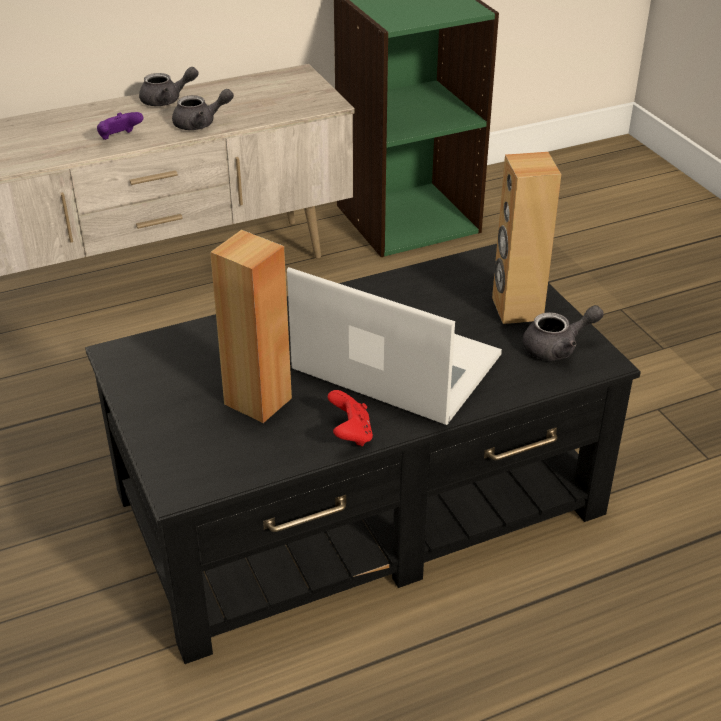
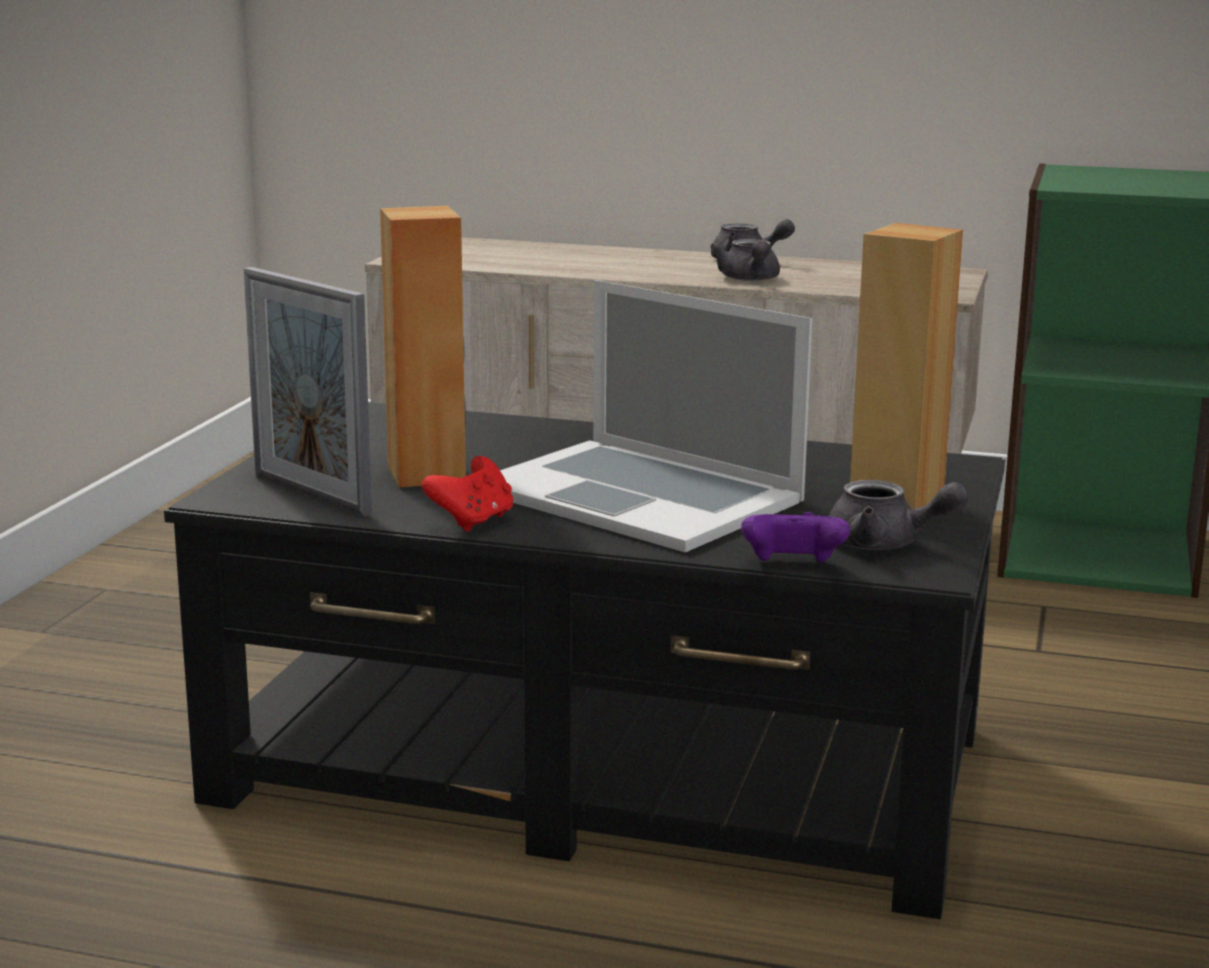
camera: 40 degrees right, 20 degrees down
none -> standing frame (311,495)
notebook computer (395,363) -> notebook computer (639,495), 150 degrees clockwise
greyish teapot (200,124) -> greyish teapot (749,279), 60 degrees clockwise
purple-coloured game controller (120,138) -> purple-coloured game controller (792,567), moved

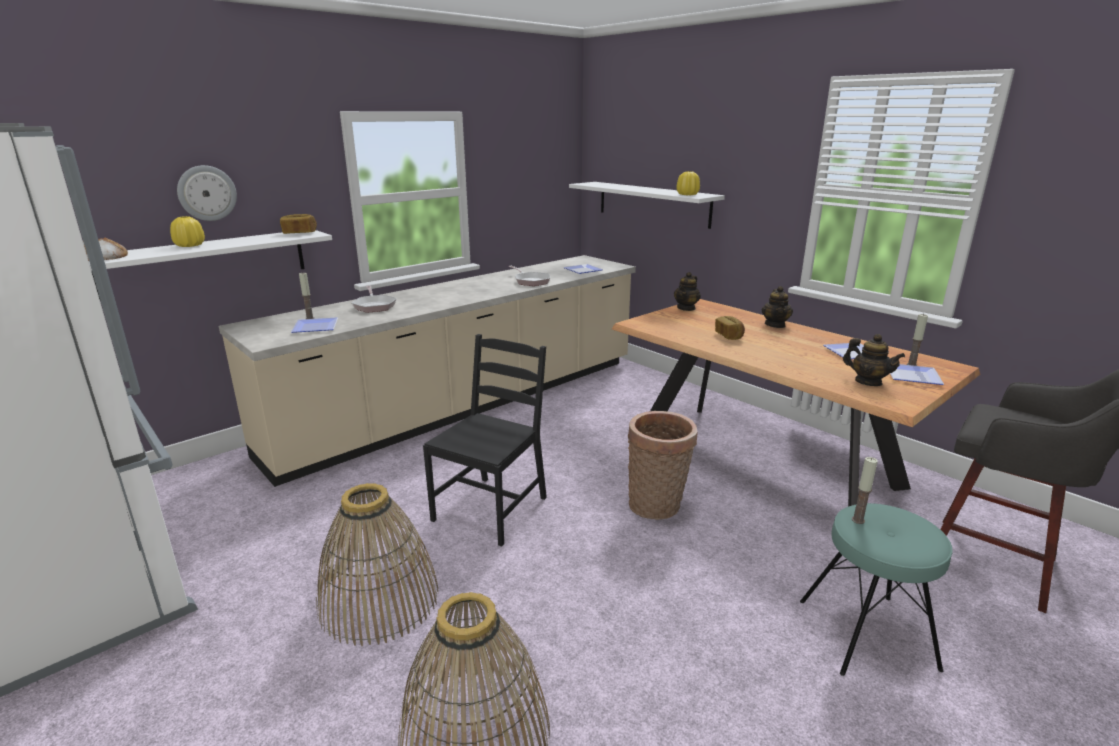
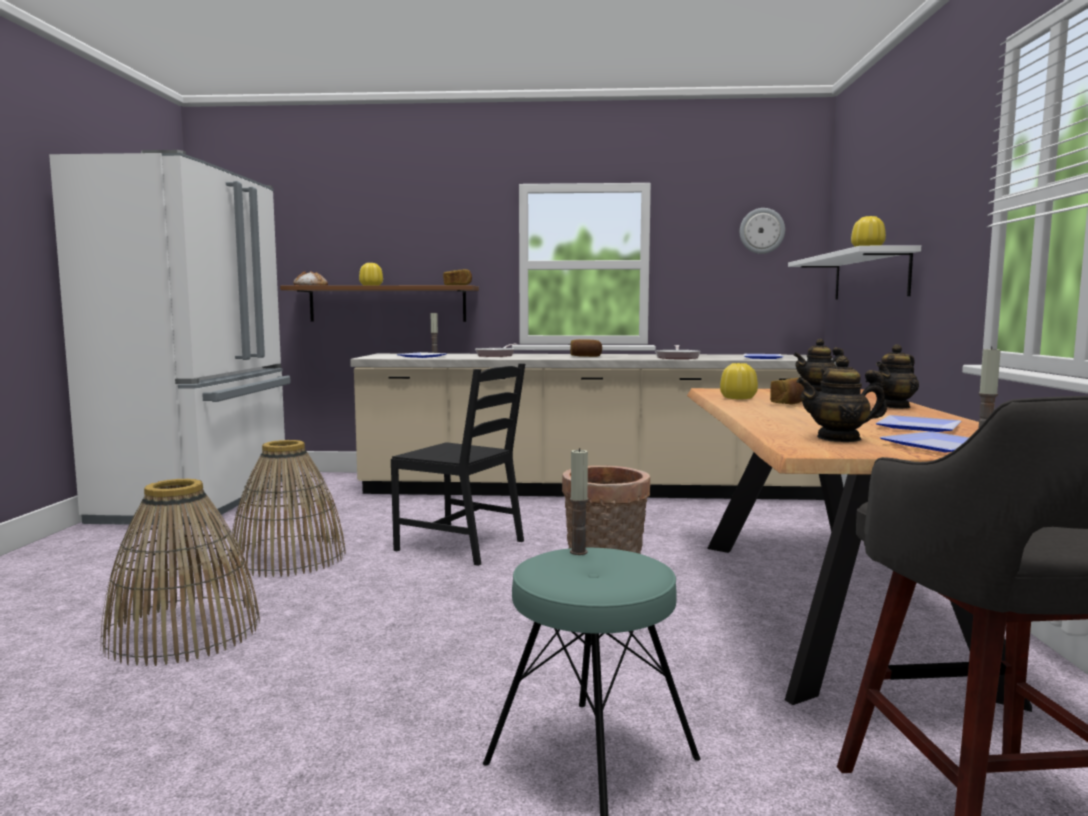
camera: 45 degrees right, 15 degrees down
white shelf (205,262) -> brown shelf (387,304)
black-coloured upright chair (491,508) -> black-coloured upright chair (462,545), 45 degrees clockwise
none -> baked bread (585,356)
none -> yellow decorative vase (738,398)
hanging clock (207,193) -> hanging clock (761,231), moved
teapot (868,382) -> teapot (839,438), 90 degrees clockwise

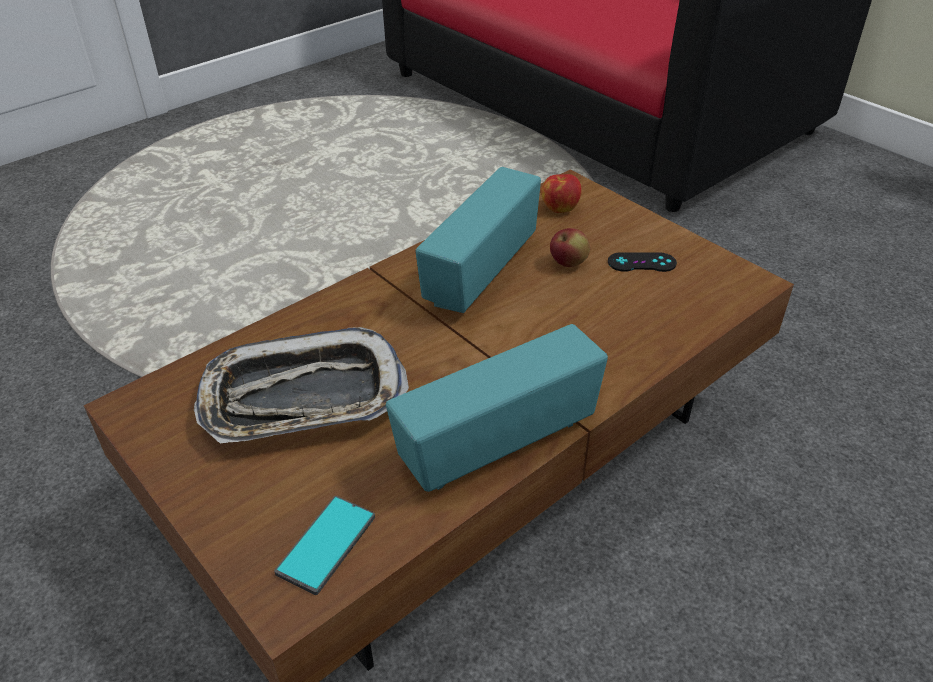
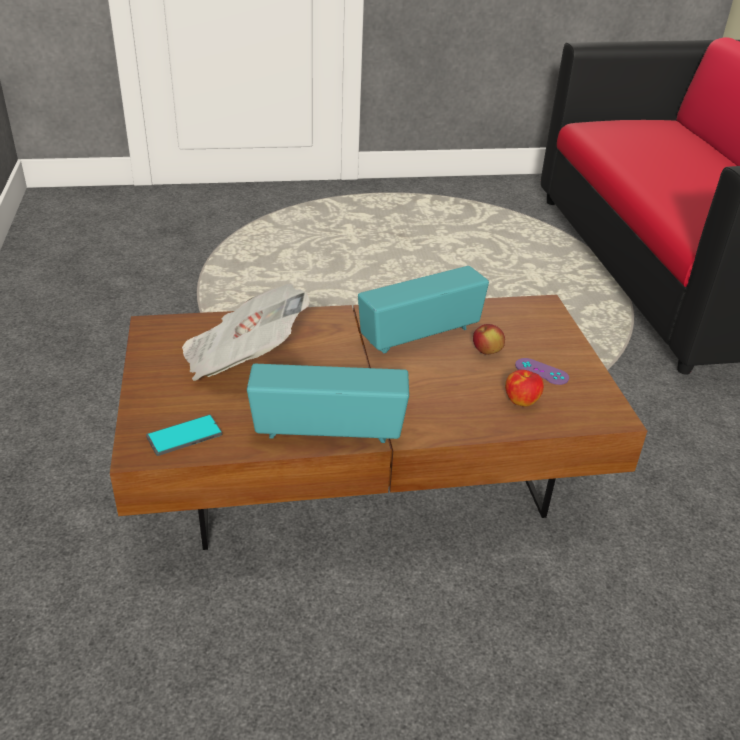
camera: 30 degrees right, 5 degrees down
tray (302,397) -> daily paper (243,359)
apple (559,208) -> apple (521,400), moved
black-coloured game controller (641,262) -> purple-coloured game controller (541,371)

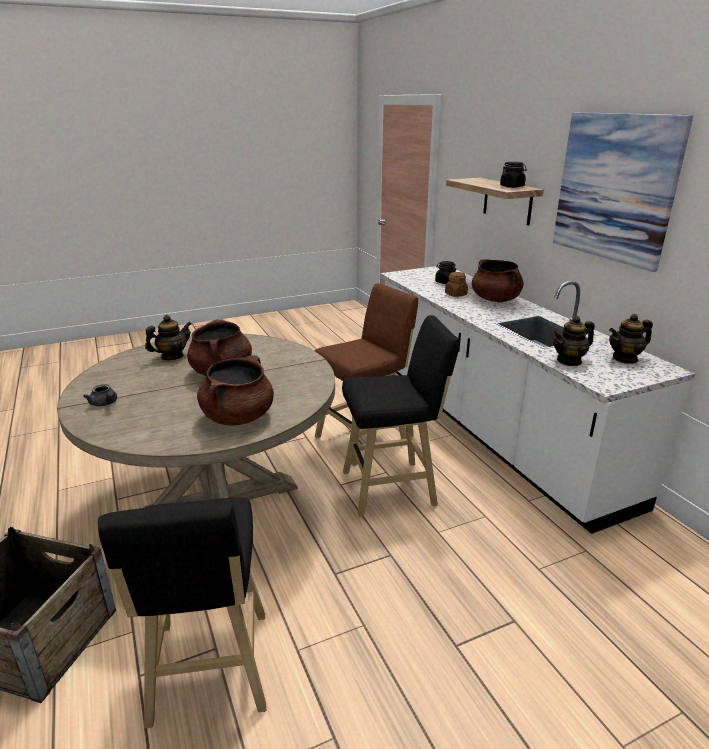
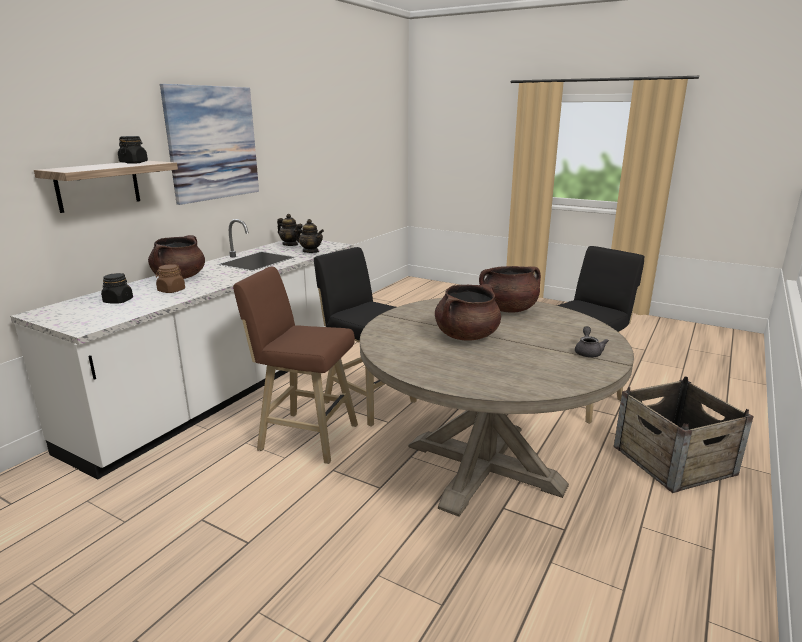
camera: 125 degrees left, 5 degrees down
teapot (172,356) -> none

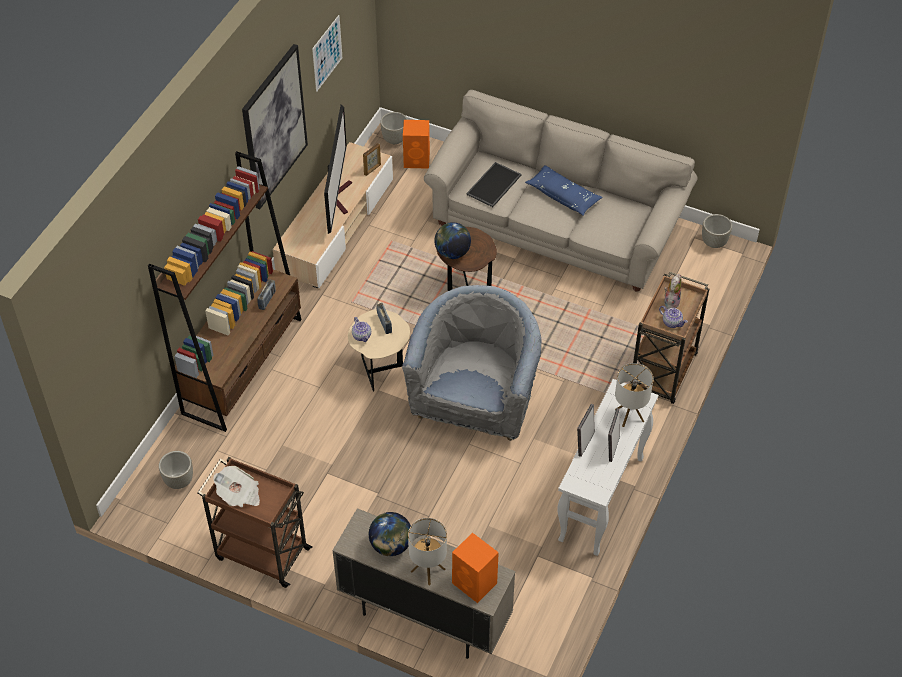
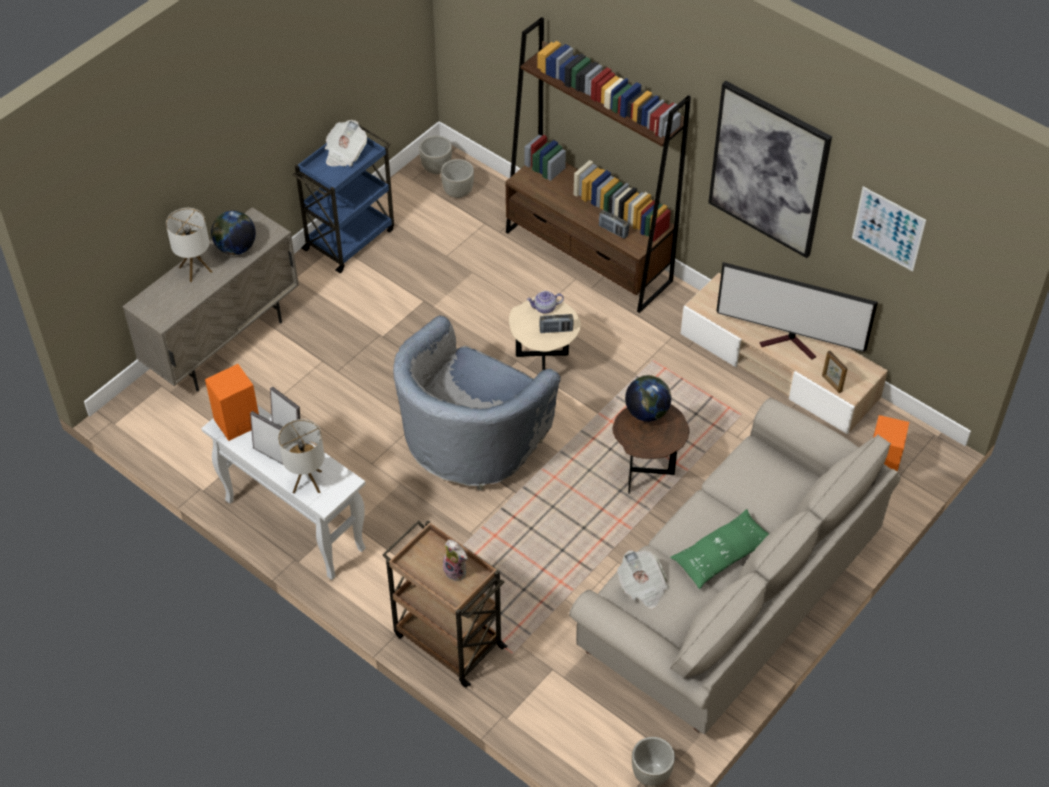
camera: 105 degrees right, 0 degrees up
orangey speaker (475,584) -> orangey speaker (236,423), moved
brown wheeled cart (261,553) -> bluish wheeled cart (350,238)
greyish lounge chair (475,401) -> greyish lounge chair (471,443), 90 degrees clockwise
greyish planter (395,139) -> greyish planter (436,168), moved
none -> daily paper (642,587)
bluish pillow (563,195) -> greenish pillow (722,555)
tray (494,185) -> none
teapot (672,322) -> none

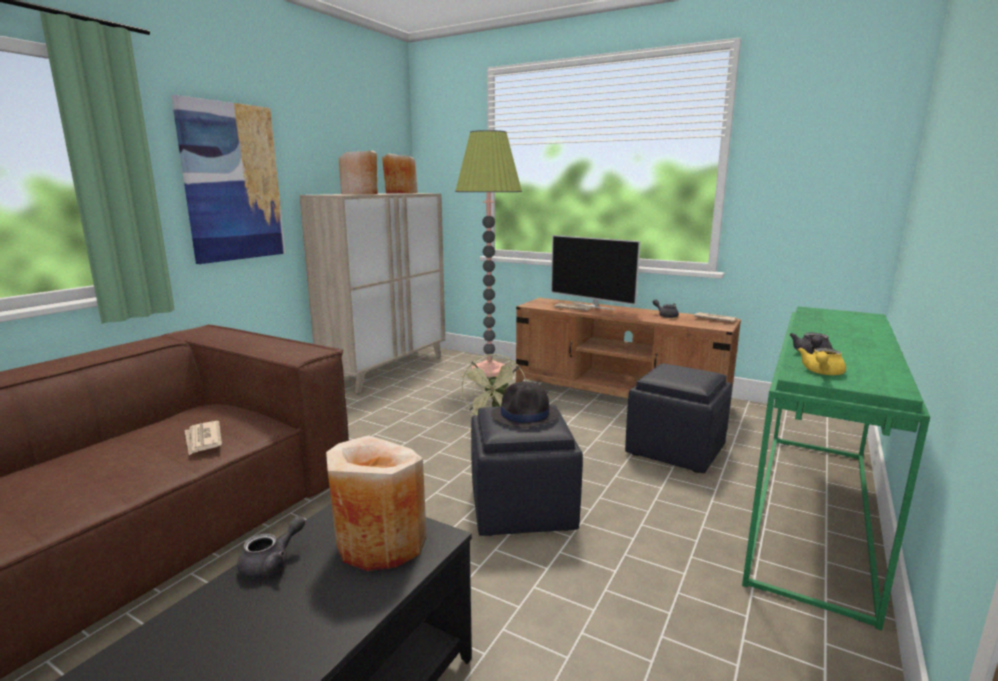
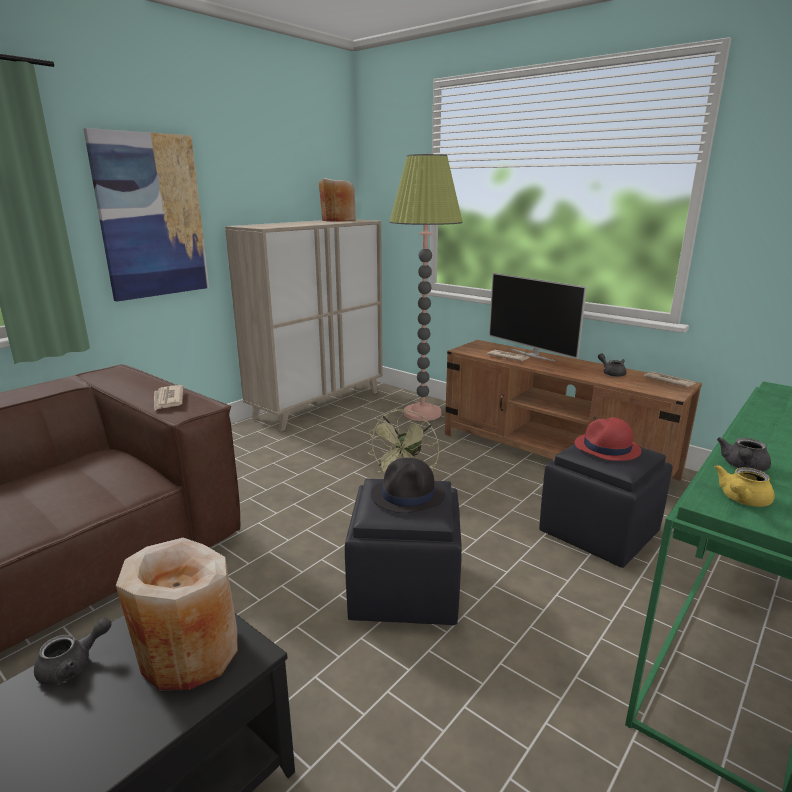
camera: 10 degrees right, 5 degrees up
daily paper (203,440) -> daily paper (168,400), moved
none -> reddish clothing hat (607,448)
beige decorative vase (360,194) -> none

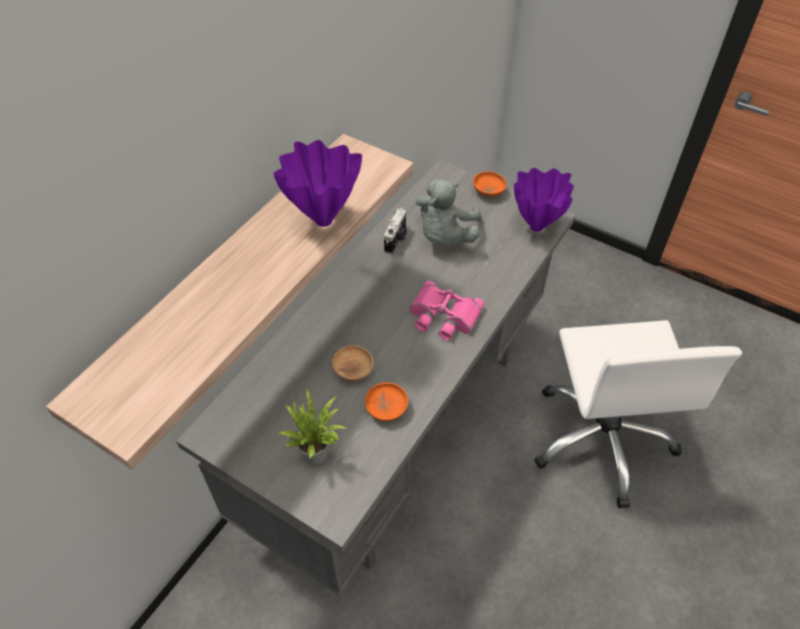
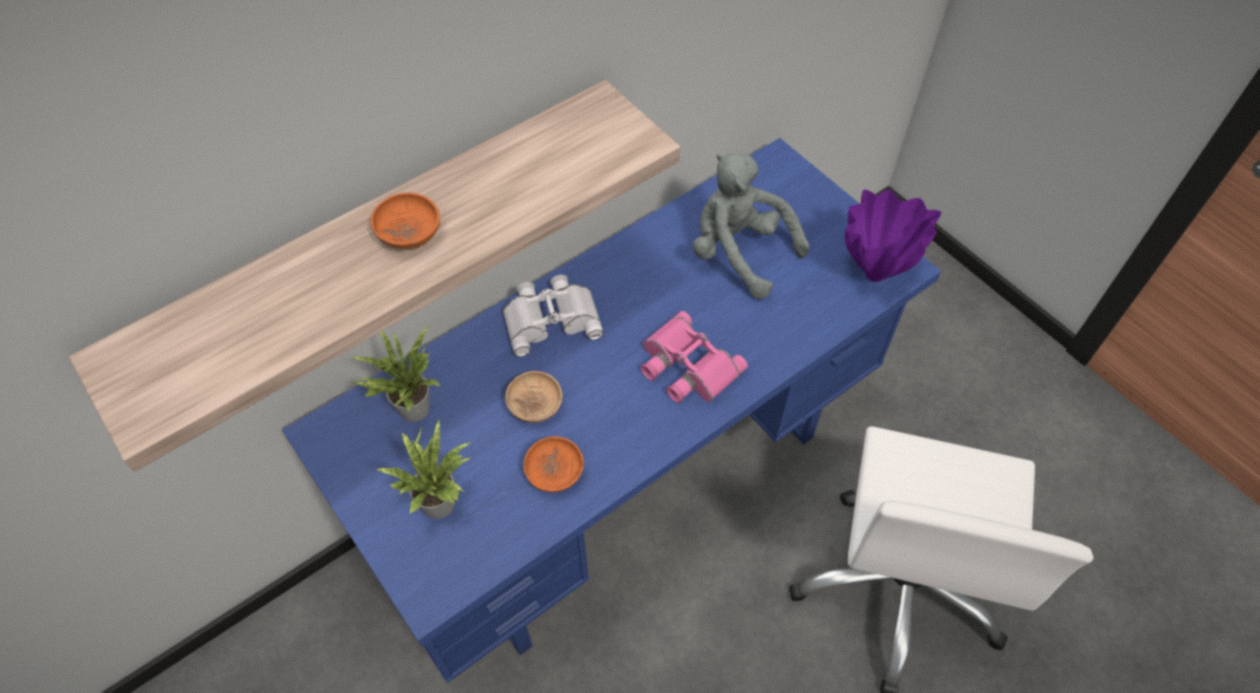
camera: 20 degrees right, 5 degrees up
greyish desk table (399,426) -> bluish desk table (630,481)
none -> plant in a pot (410,407)
orangey deep dish (488,191) -> orangey deep dish (409,234), moved
none -> white binoculars (551,318)
greyish plush toy (445,236) -> greyish plush toy (739,253), 90 degrees clockwise
purple-coloured decorative vase (322,221) -> none
photo camera (396,240) -> none

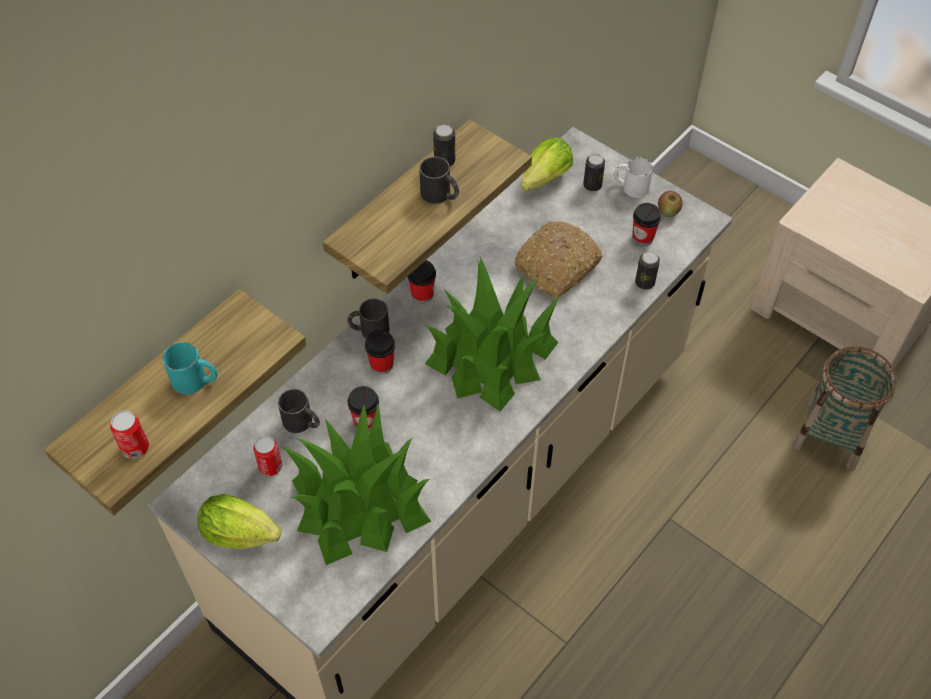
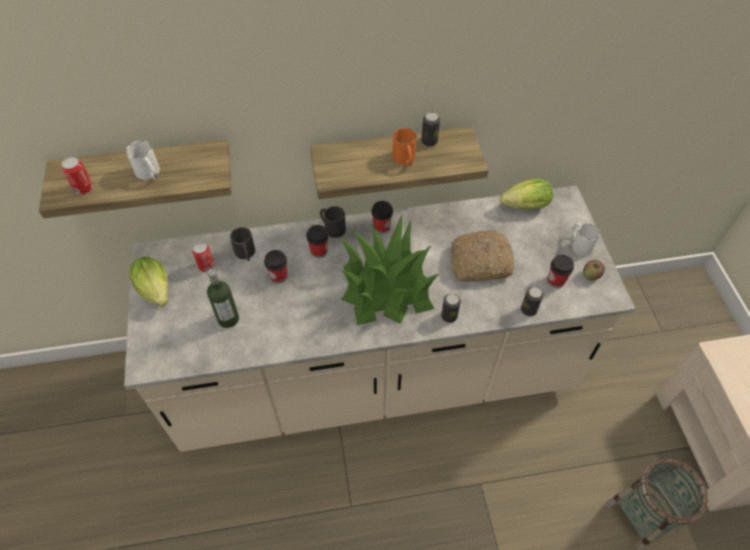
camera: 40 degrees right, 0 degrees up
turquoise-coloured coffee mug (196,381) -> white coffee mug (150,173)
plant in a pot (358,503) -> drink bottle (228,319)
black-coloured coffee mug (440,195) -> orangey coffee mug (405,160)
sealed can (592,185) -> sealed can (449,316), moved

